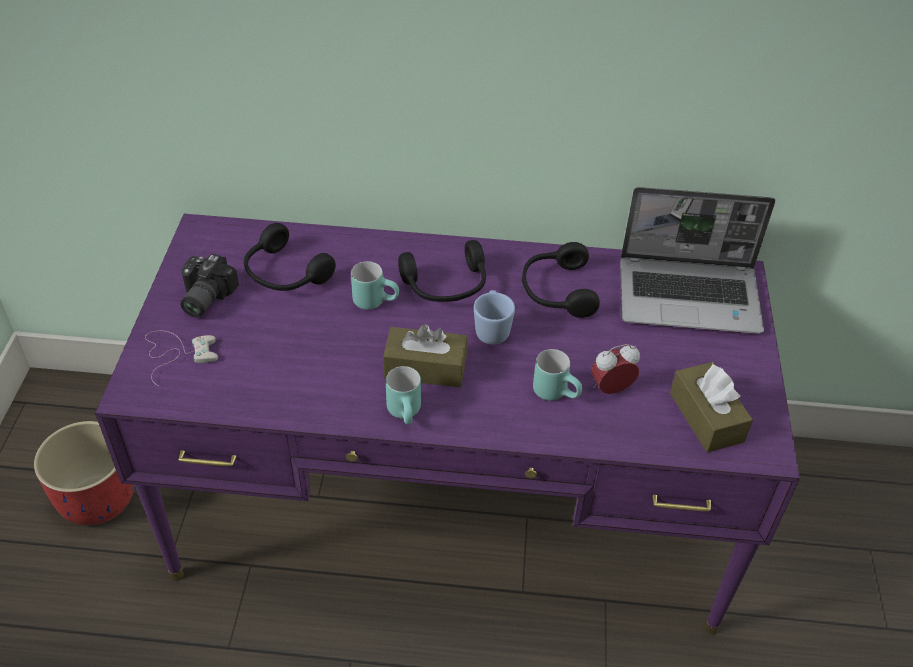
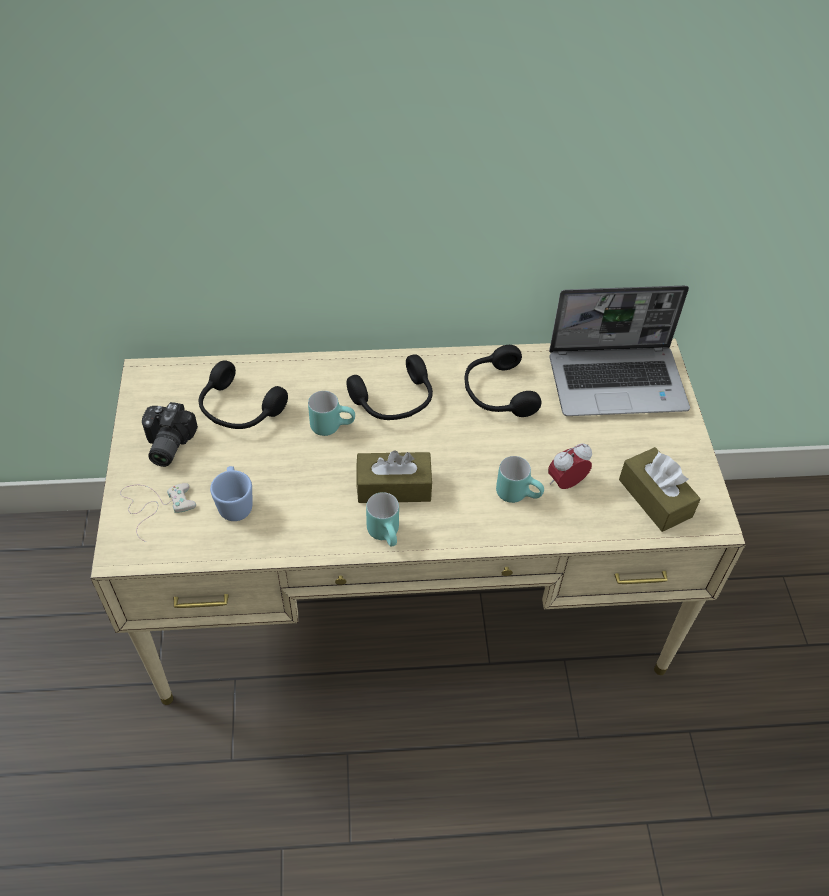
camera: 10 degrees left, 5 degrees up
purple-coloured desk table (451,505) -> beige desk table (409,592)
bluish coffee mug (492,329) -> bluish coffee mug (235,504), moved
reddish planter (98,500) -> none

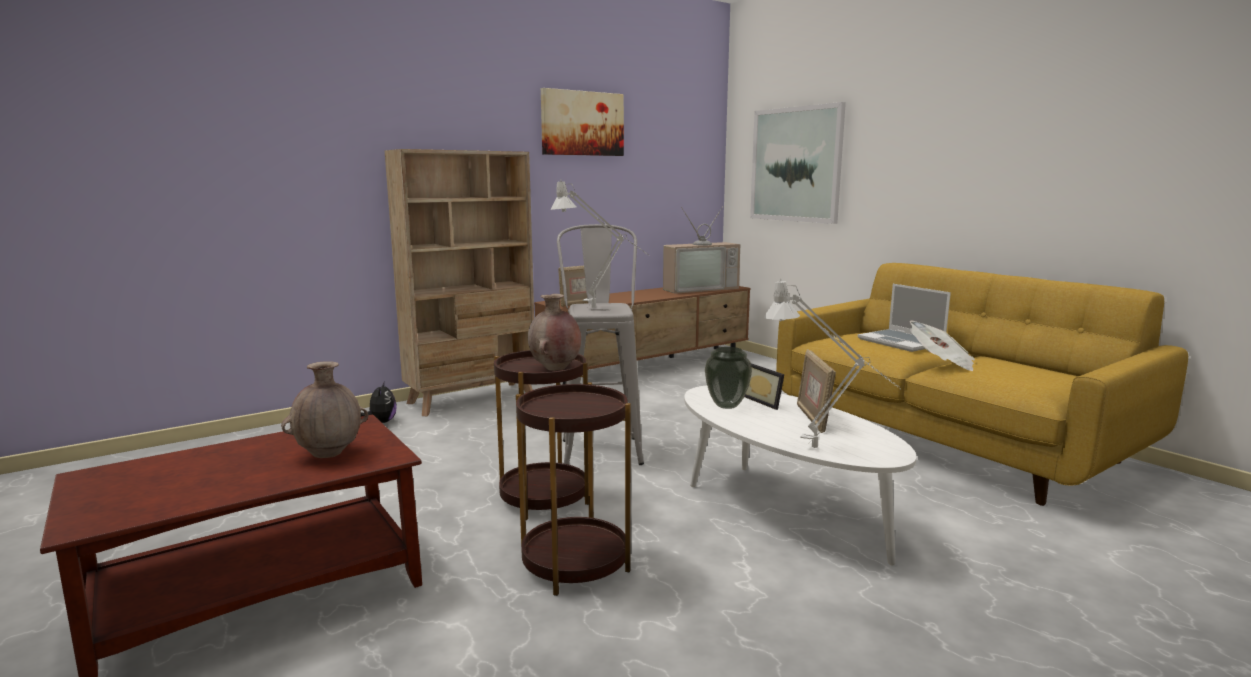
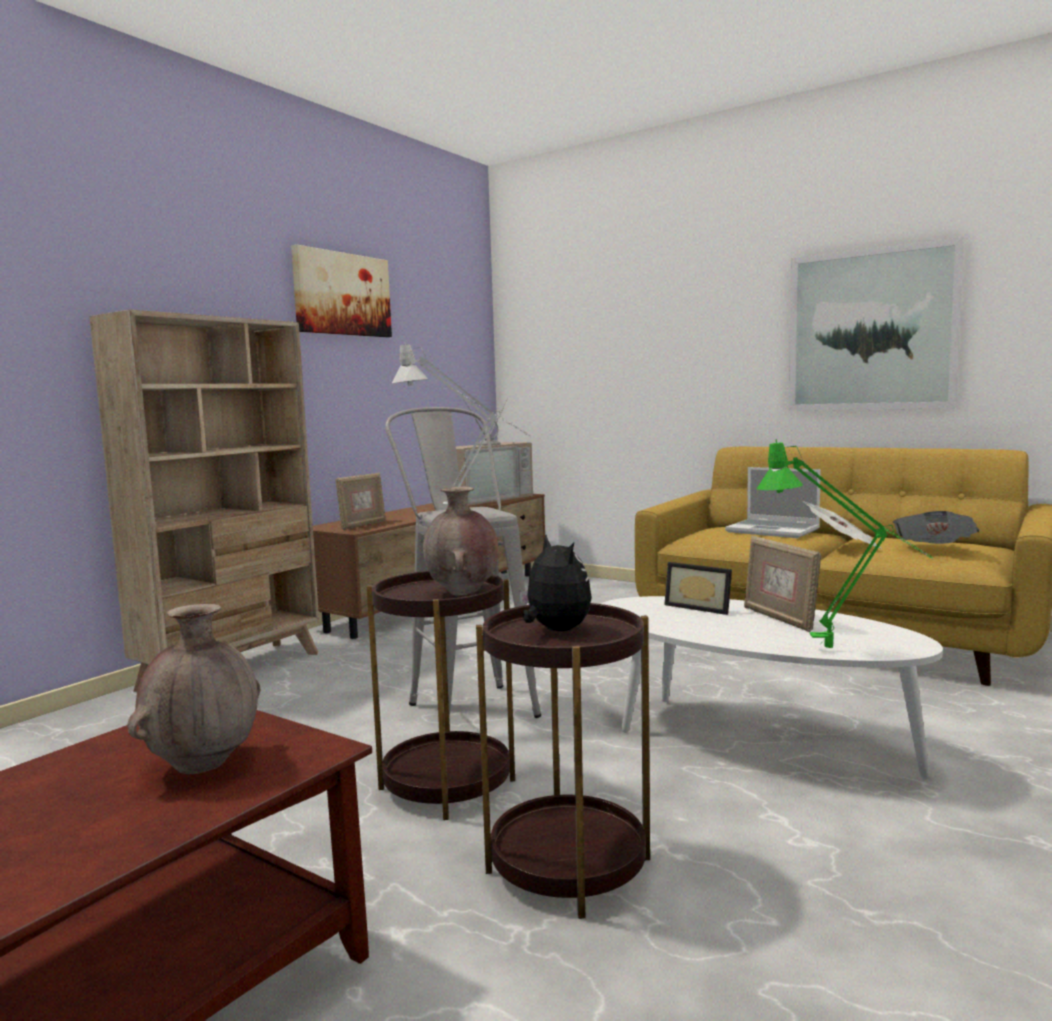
camera: 20 degrees left, 5 degrees down
plush toy (382,421) -> plush toy (555,630), moved
greyish table lamp (823,451) -> greenish table lamp (840,650)
wall art (796,164) -> wall art (871,330), moved
none -> daily paper (934,550)
decorative vase (727,406) -> none

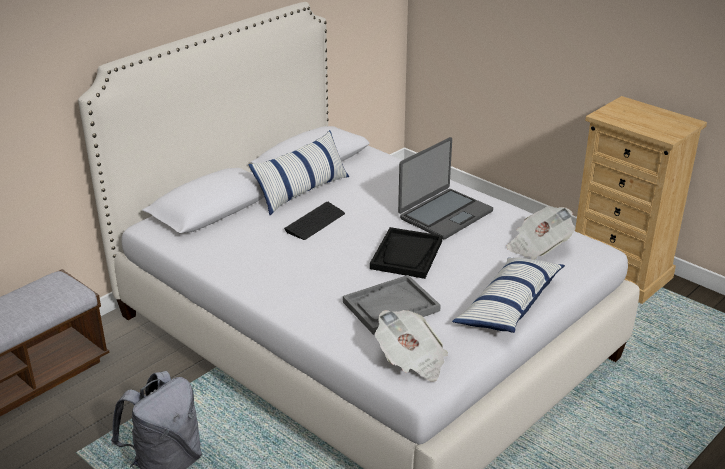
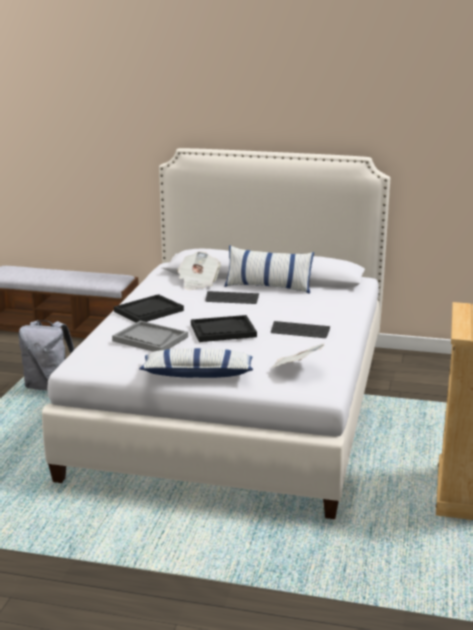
camera: 60 degrees right, 10 degrees down
none -> black-coloured tray (148,311)
daily paper (411,361) -> daily paper (198,283), moved
notebook computer (444,214) -> keyboard (300,331)

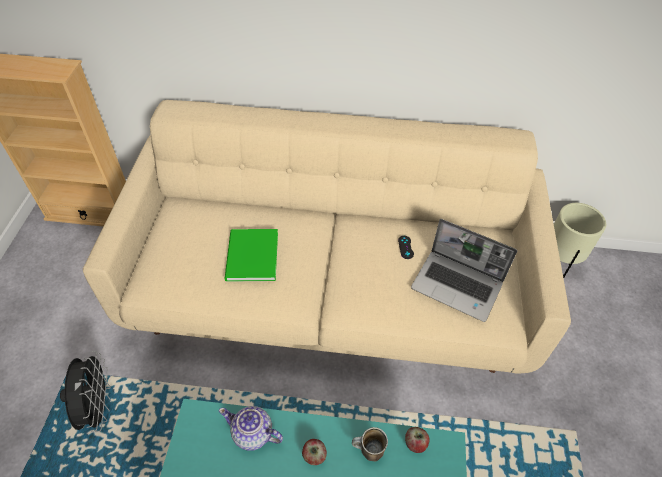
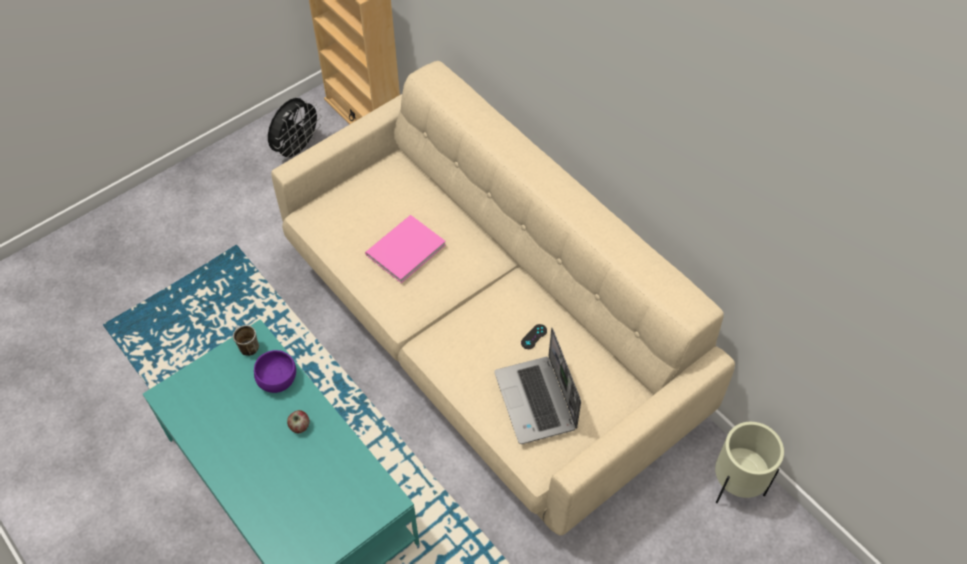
camera: 45 degrees right, 5 degrees up
coffee mug (368,451) -> coffee mug (247,347), moved
teapot (253,434) -> purple-coloured deep dish (277,379)
black-coloured electric fan (98,407) -> black-coloured electric fan (297,149), moved
greenish volume (250,257) -> pinkish volume (403,250)
apple (415,443) -> none

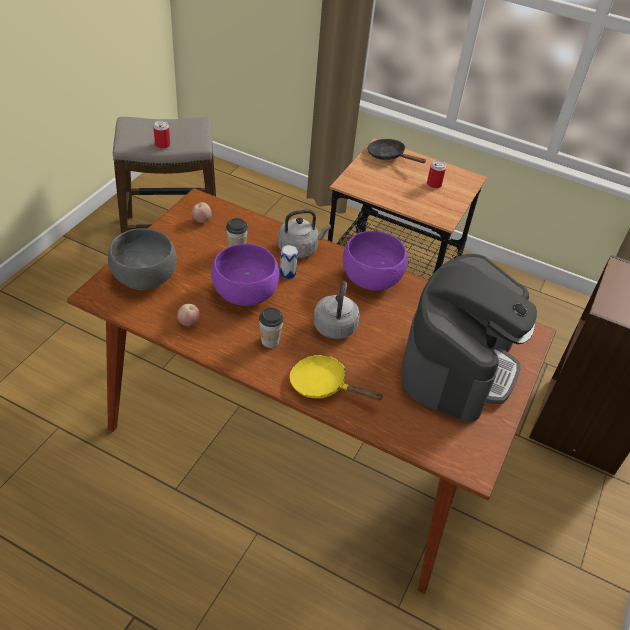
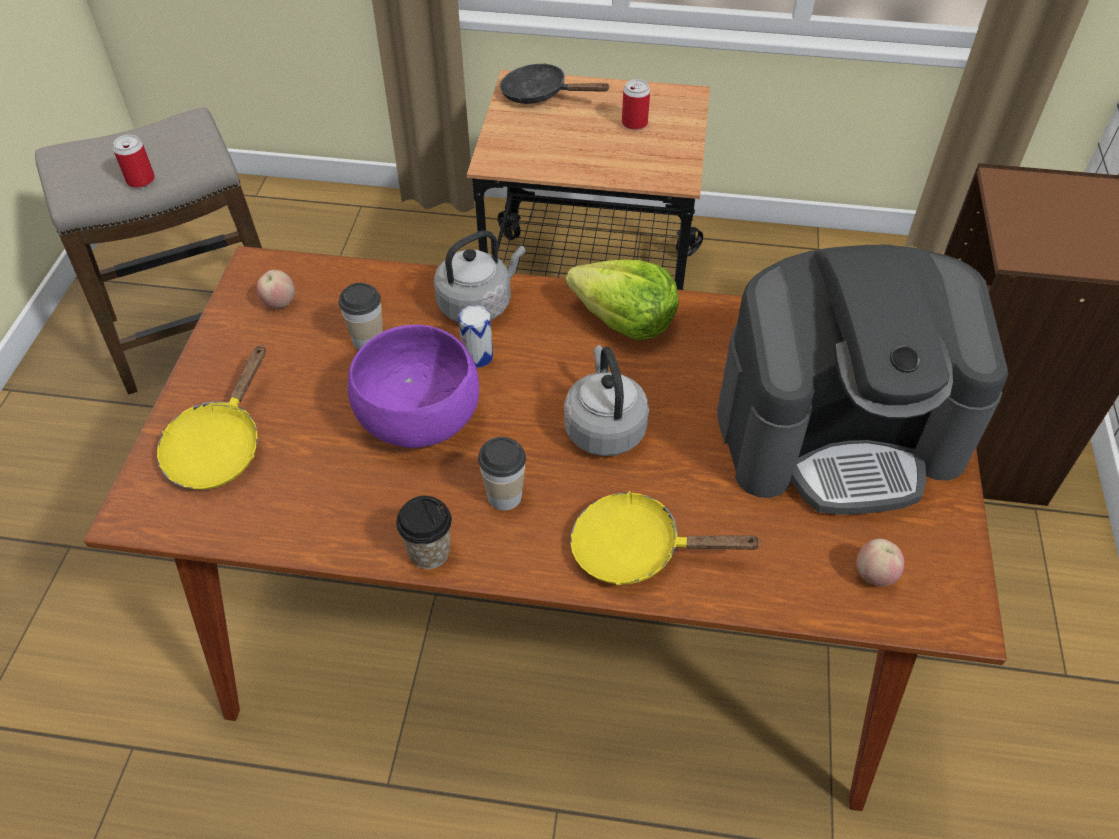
camera: 15 degrees left, 5 degrees up
greyish deep dish (144,277) -> yellow skillet (219,446)
none -> drinking cup (429,552)
purple-coloured deep dish (371,278) -> lettuce (624,321)
coffee maker (458,364) -> coffee maker (839,431), 75 degrees clockwise
apple (189,323) -> apple (874,575), moved

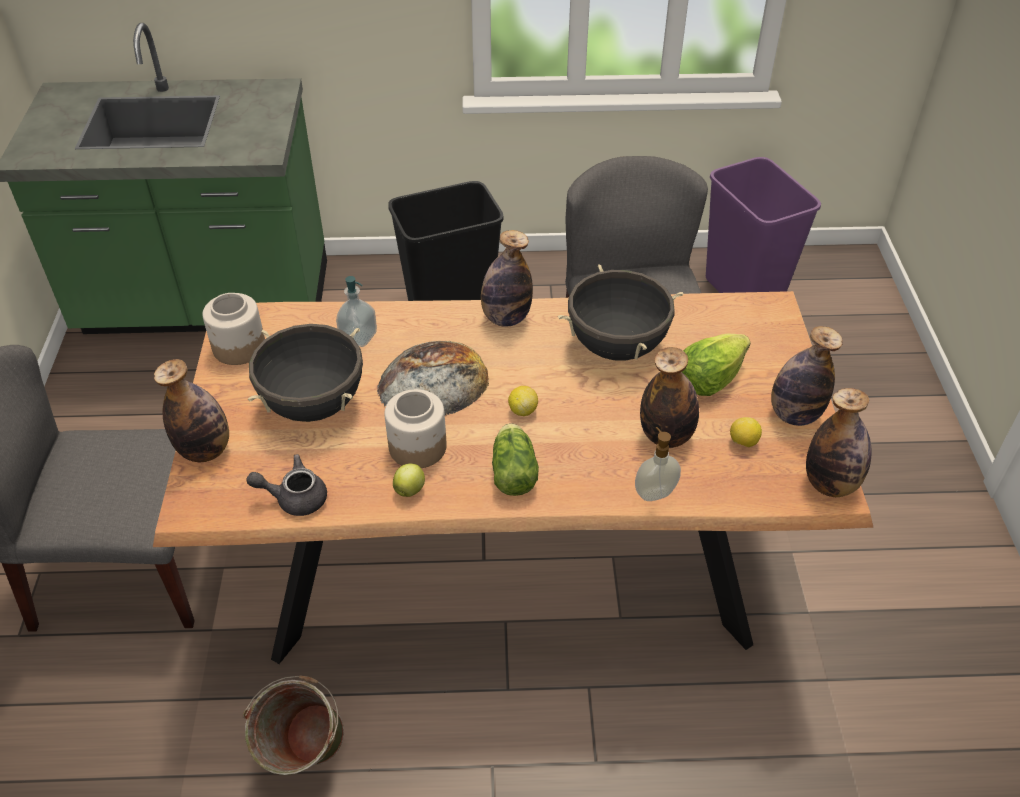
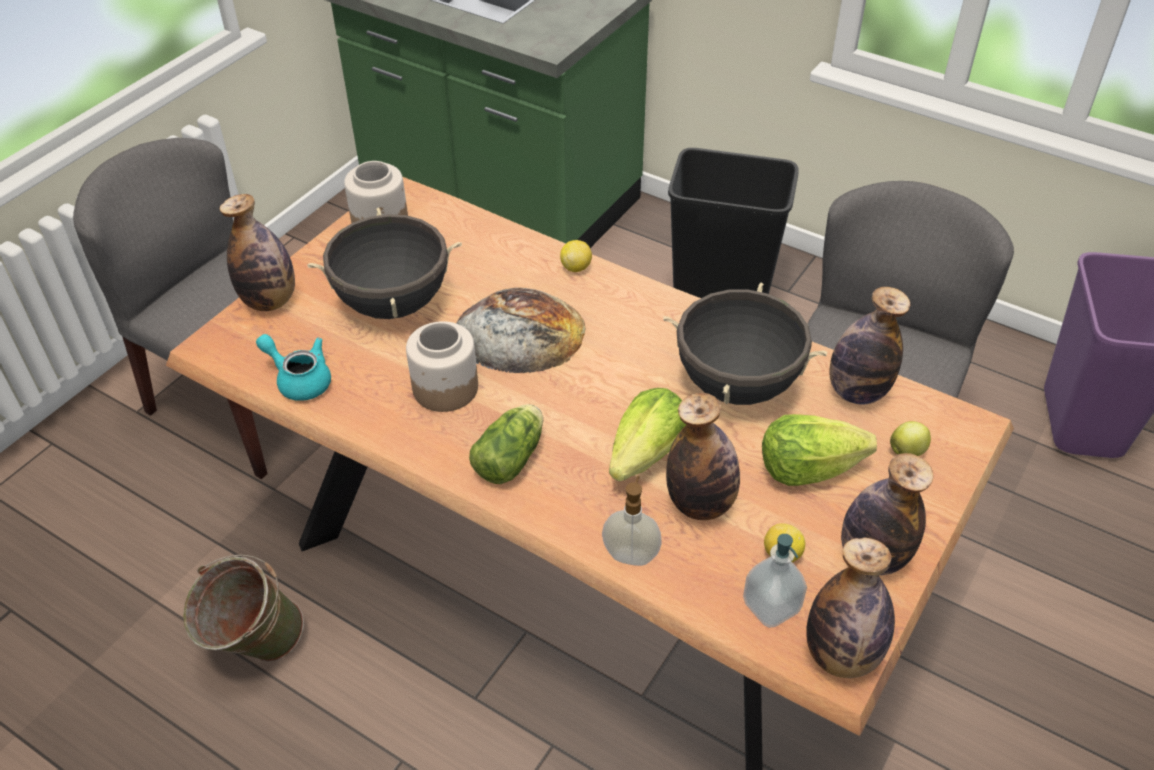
camera: 35 degrees right, 0 degrees up
greyish teapot (294,498) -> turquoise-coloured teapot (299,380)
citrus fruit (522,410) -> citrus fruit (576,267), moved
none -> lettuce (647,455)
soap dispenser (358,336) -> soap dispenser (771,606), moved
drink bottle (506,318) -> drink bottle (857,392), moved
apple (410,489) -> apple (907,451), moved

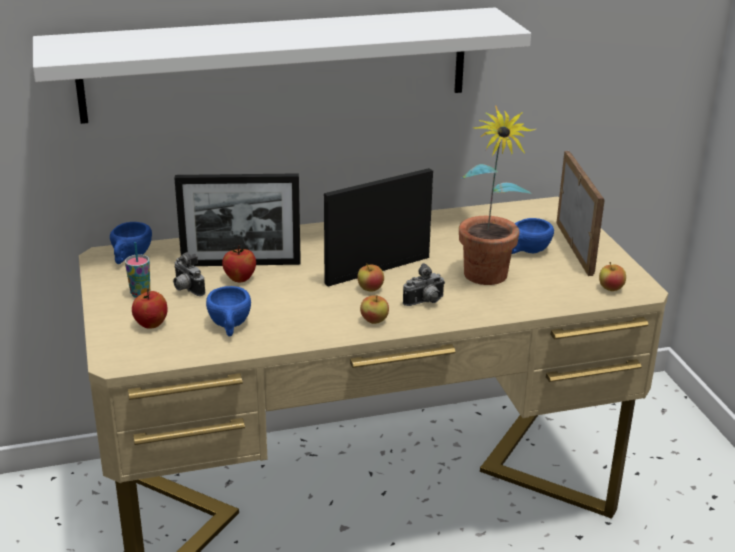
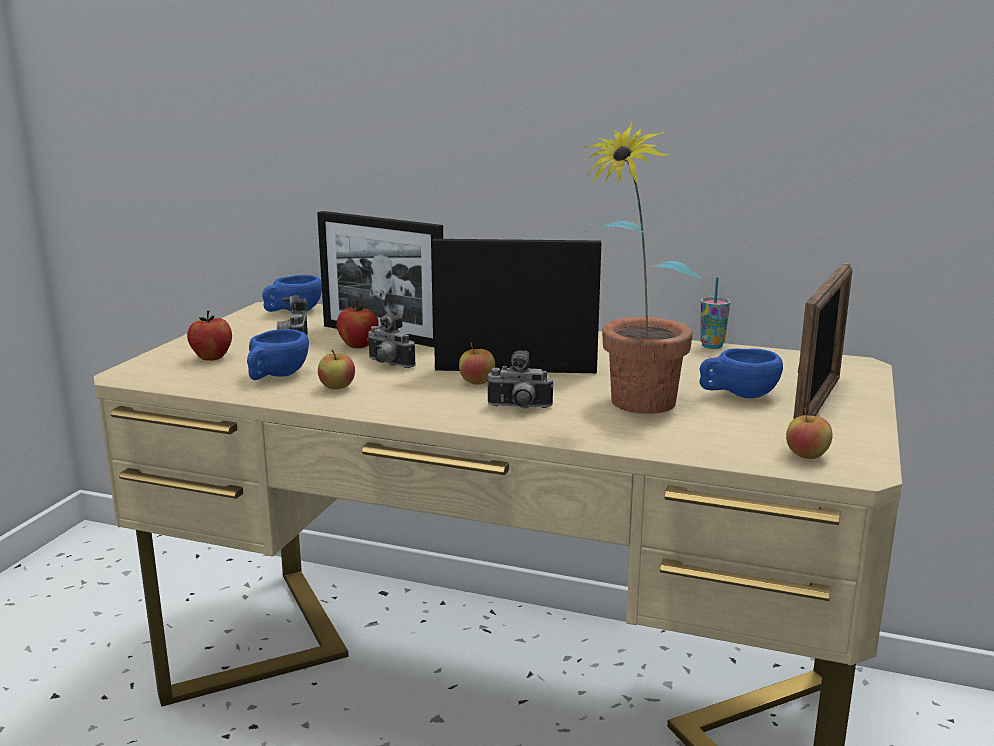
camera: 35 degrees right, 10 degrees down
apple (374,321) -> apple (337,387), moved
none -> photo camera (387,364)
drinking cup (140,294) -> drinking cup (712,346), moved
white shelf (277,64) -> none

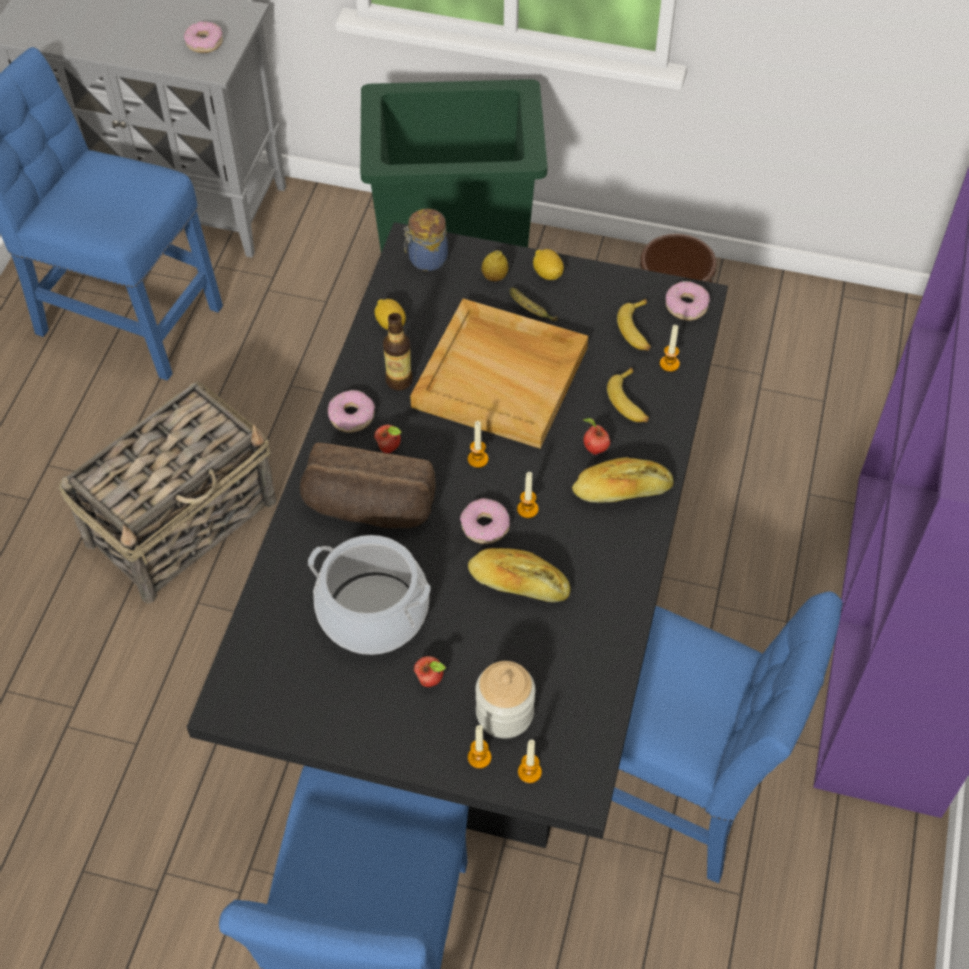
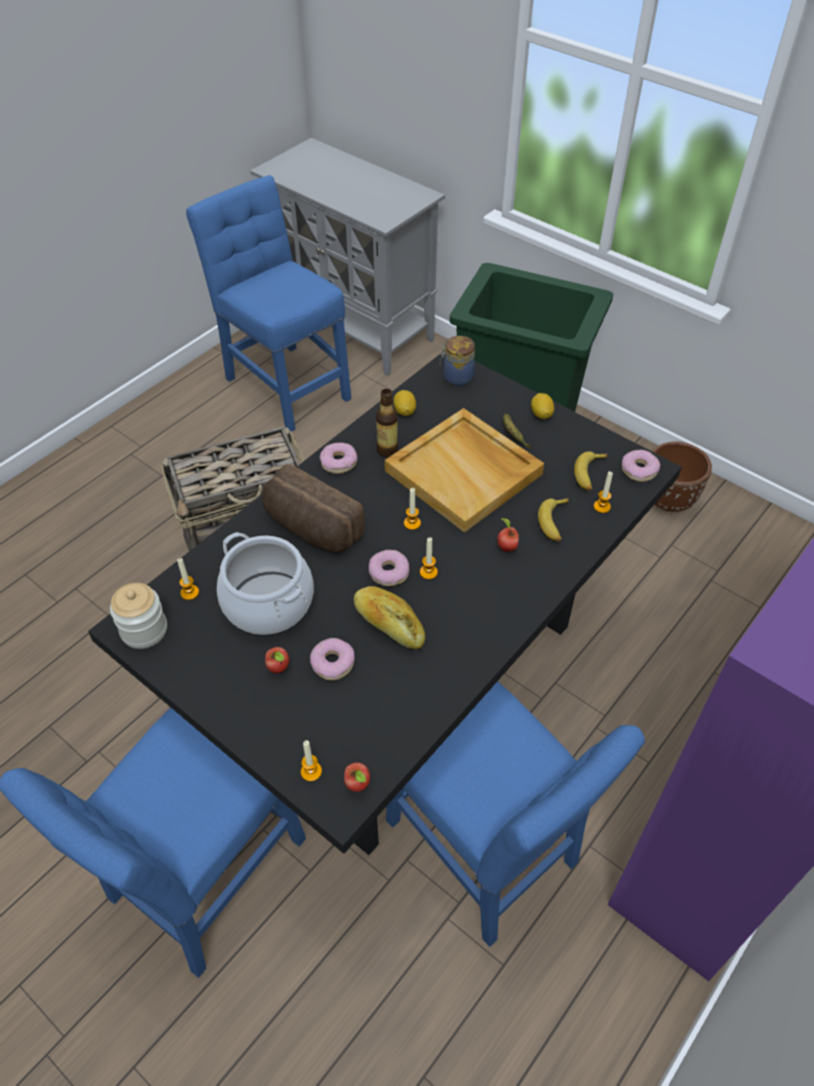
camera: 25 degrees right, 5 degrees down
storage jar (504,713) -> storage jar (144,630), moved
candle (479,757) -> candle (189,592), moved
donut (204,42) -> donut (333,663), moved
apple (389,448) -> apple (358,785), moved
citrus fruit (494,277) -> none
baked bread (622,491) -> none

